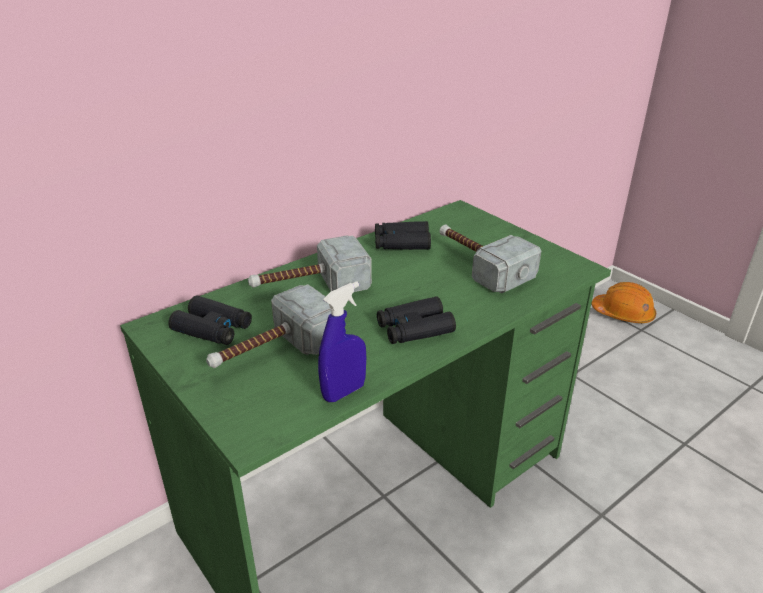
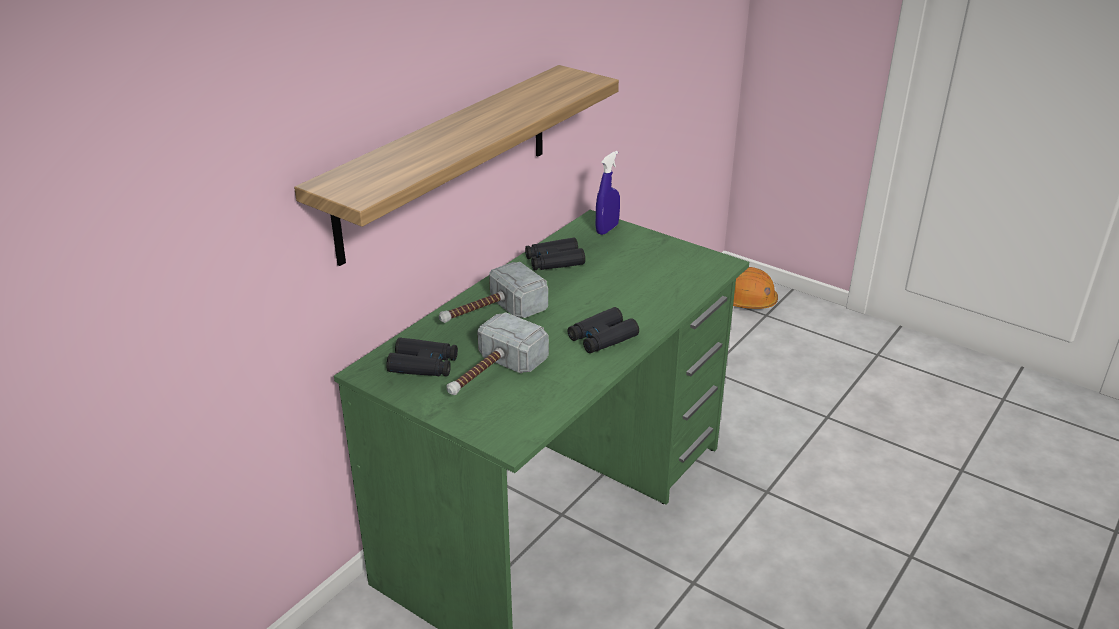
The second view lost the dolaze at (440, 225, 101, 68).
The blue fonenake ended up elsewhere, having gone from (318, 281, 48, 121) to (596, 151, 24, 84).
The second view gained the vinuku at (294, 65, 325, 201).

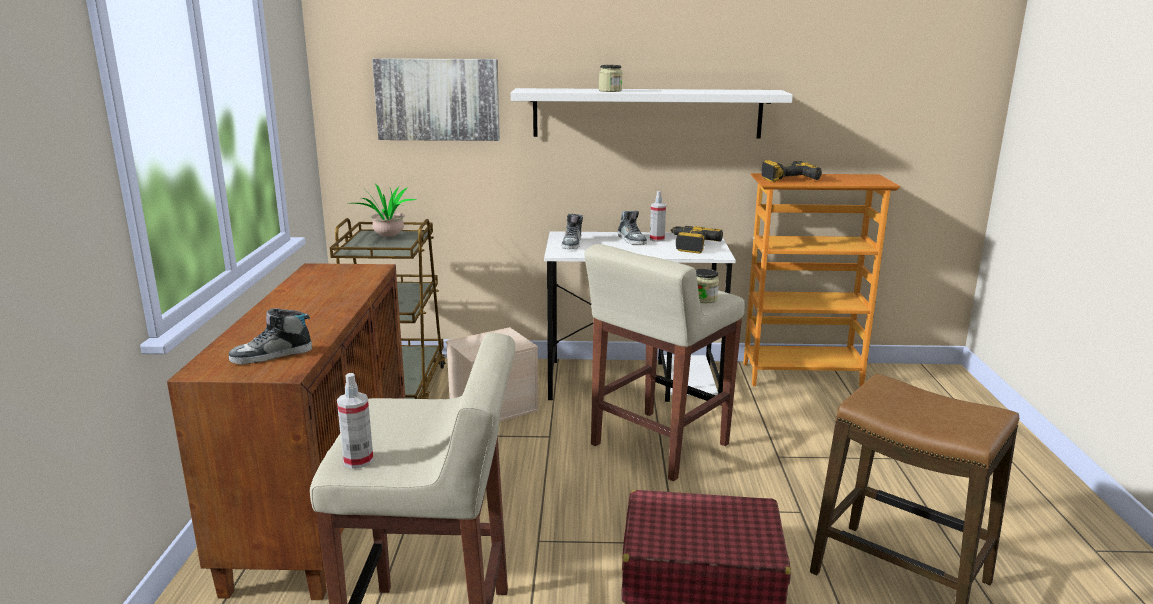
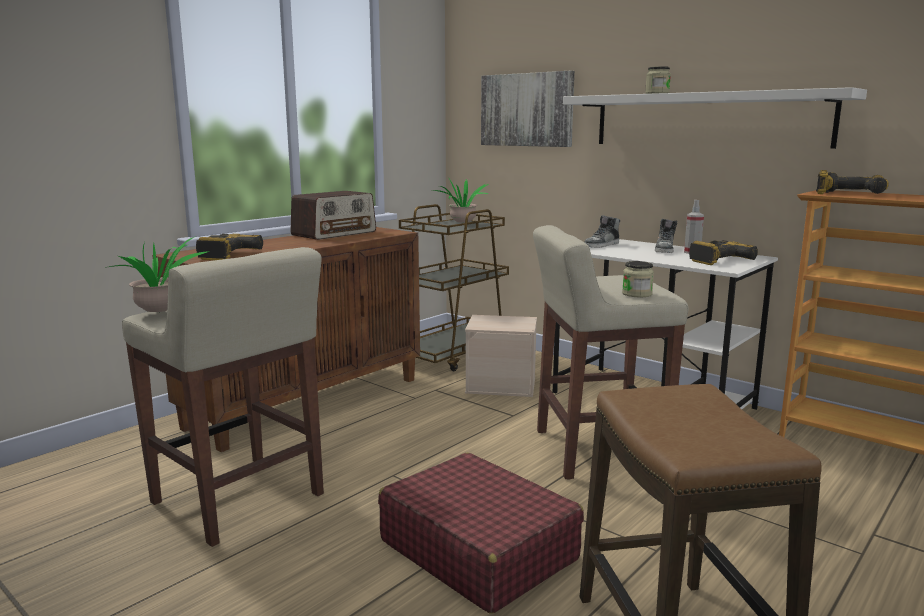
Where the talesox stood at (229, 308, 83, 57), the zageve came to stand at (196, 234, 67, 26).
Where the fonenake stood at (337, 373, 37, 95), the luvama came to stand at (105, 237, 105, 75).
The second view gained the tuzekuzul at (290, 191, 86, 49).

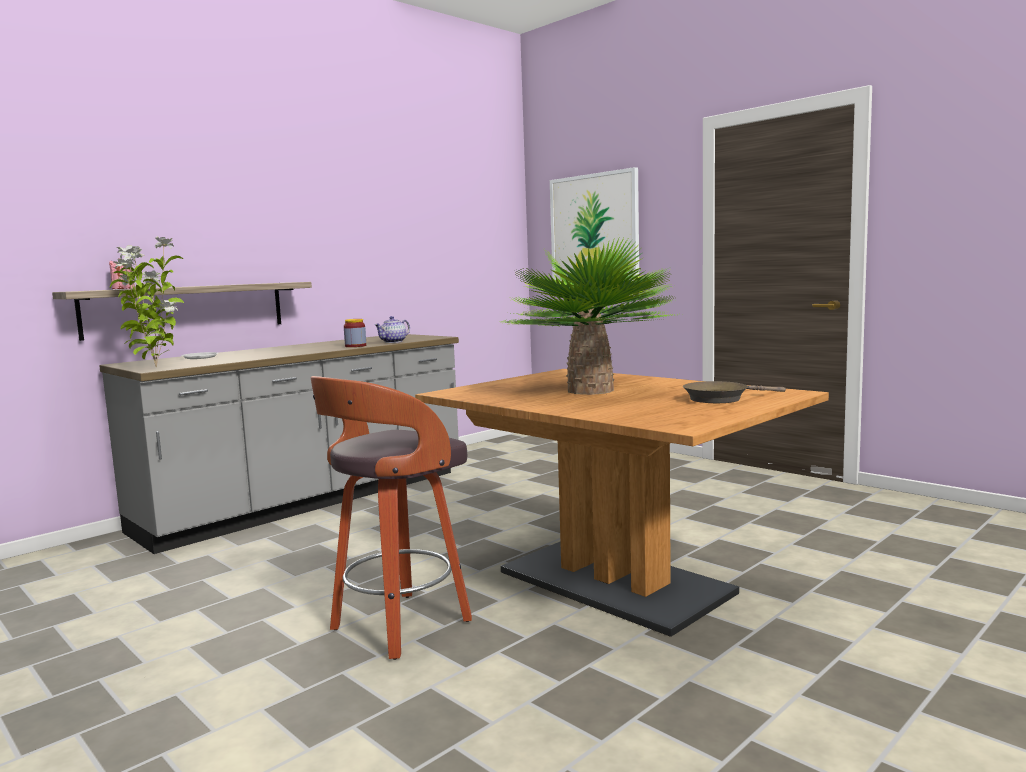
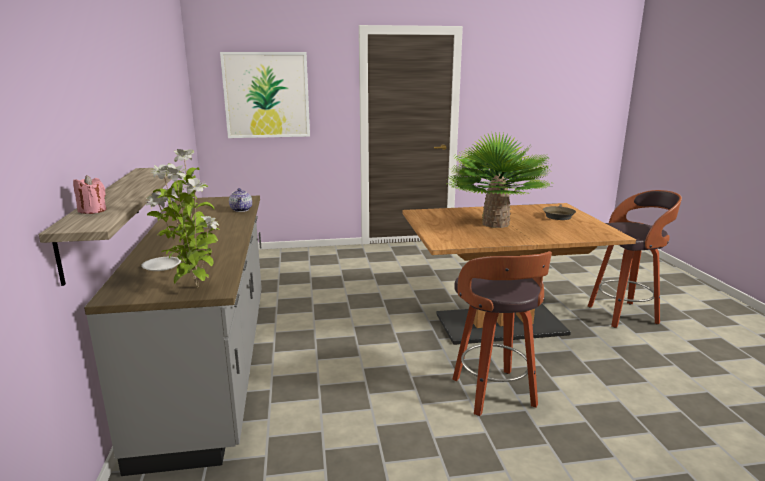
The second view lost the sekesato at (344, 319, 22, 28).
The second view gained the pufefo at (588, 190, 94, 138).

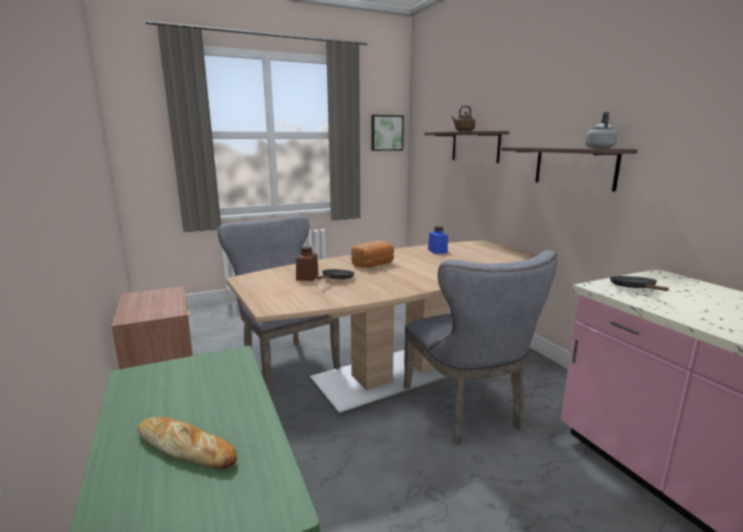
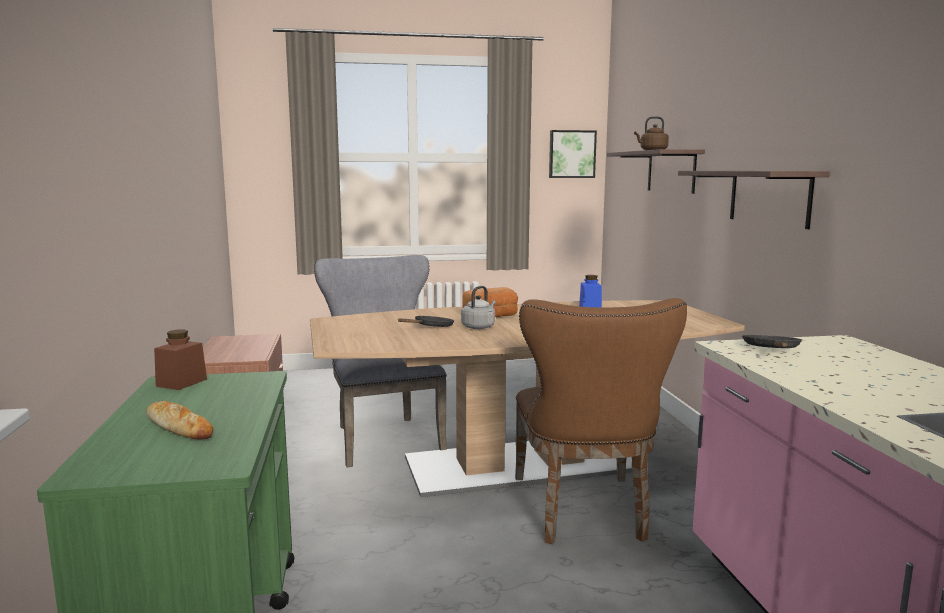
The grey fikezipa ended up elsewhere, having gone from (585, 111, 33, 38) to (461, 286, 35, 43).
The brown sekesato ended up elsewhere, having gone from (296, 246, 23, 35) to (154, 330, 53, 60).
What was the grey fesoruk at (404, 250, 153, 195) turned into the brown fesoruk at (515, 298, 172, 247).

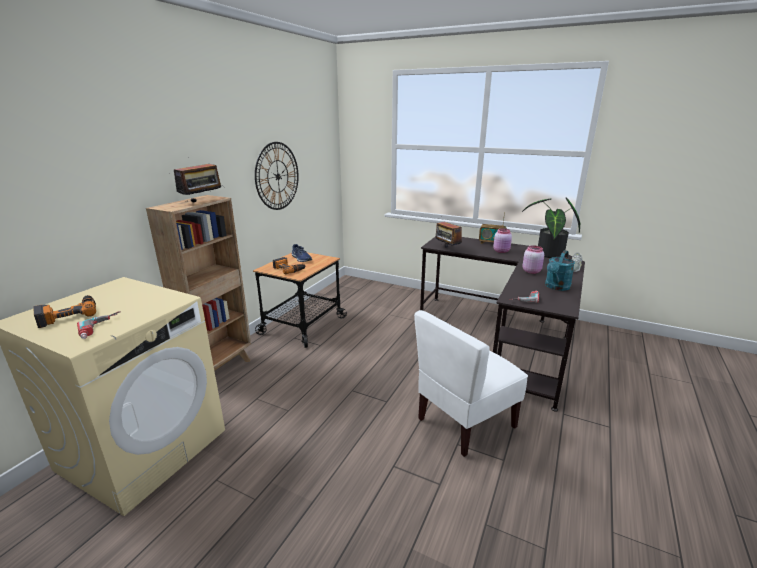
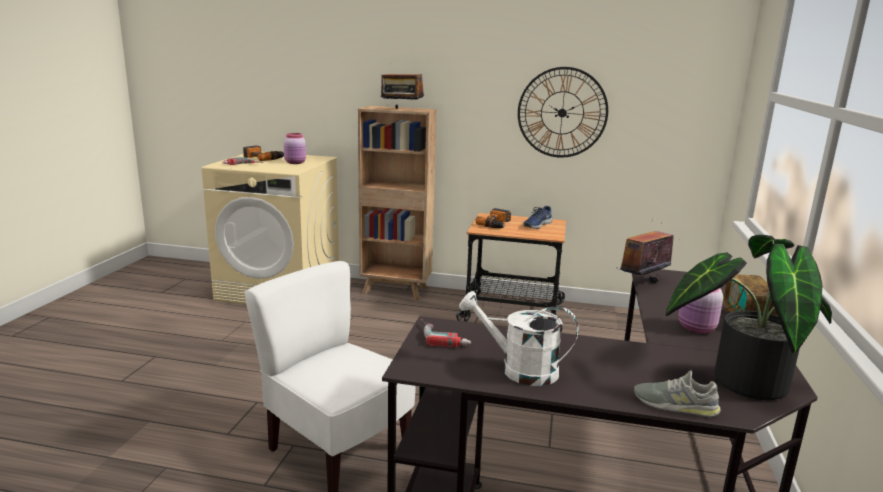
The pink sekesato ended up elsewhere, having gone from (523, 245, 21, 29) to (283, 133, 23, 31).
What was the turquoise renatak at (545, 250, 30, 41) turned into the white renatak at (459, 291, 120, 95).

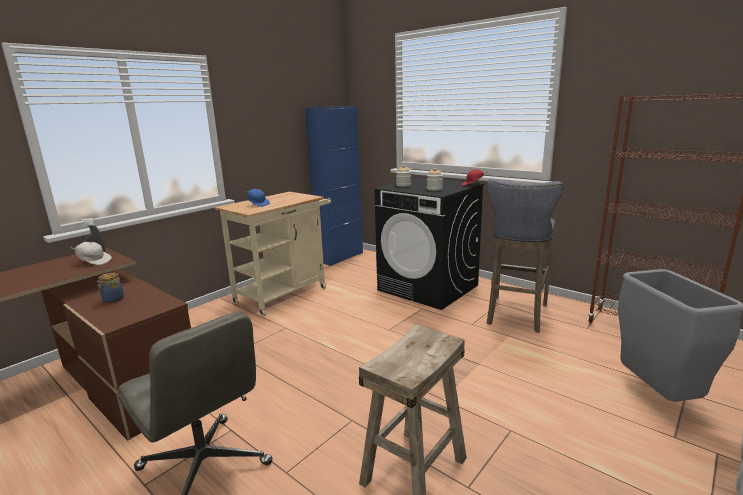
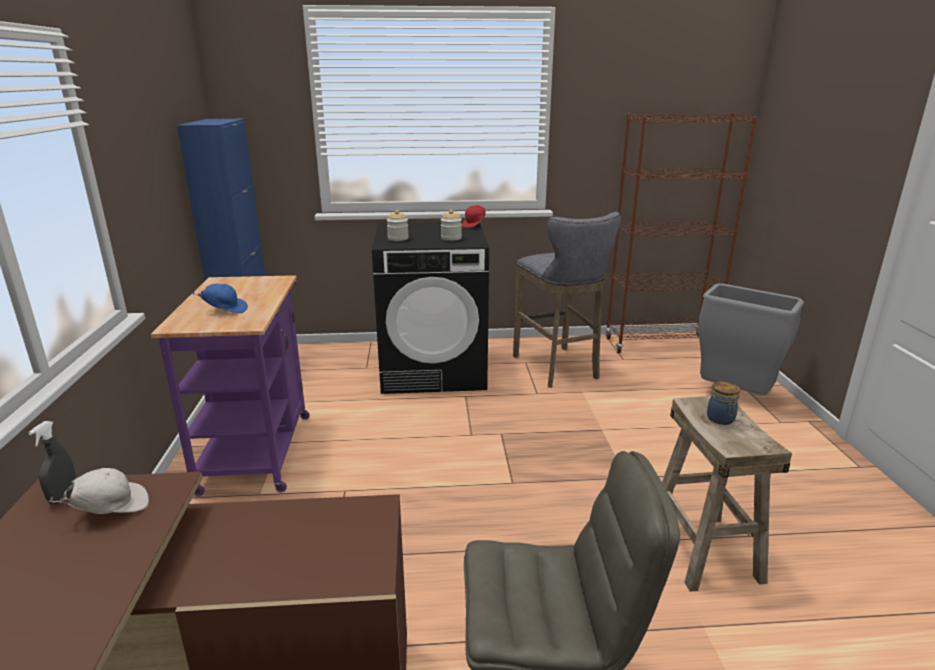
What was the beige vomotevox at (215, 192, 116, 125) turned into the purple vomotevox at (151, 275, 159, 221).
The sekesato ended up elsewhere, having gone from (96, 273, 28, 30) to (707, 381, 33, 44).

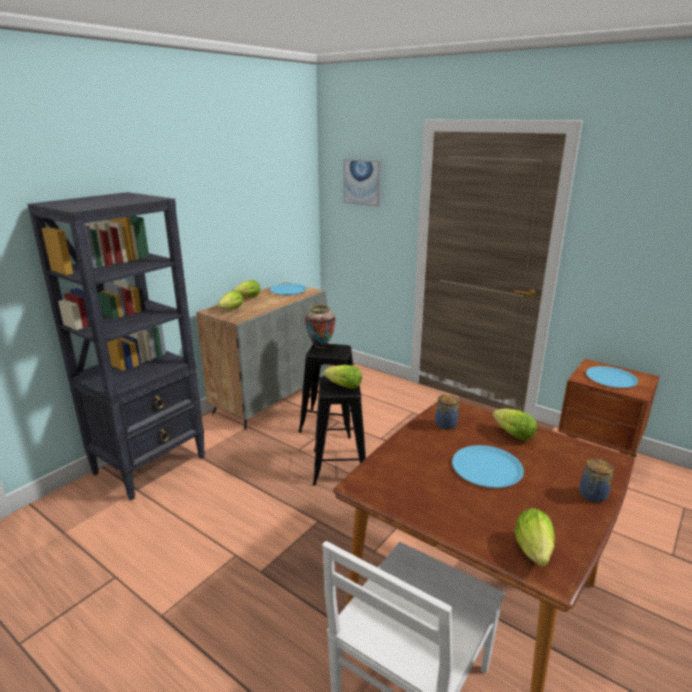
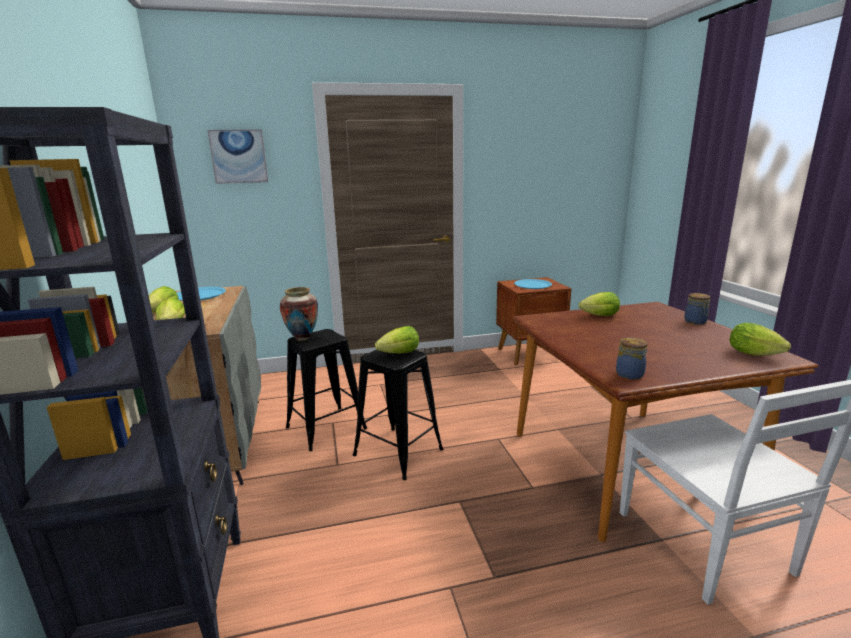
The sekesato ended up elsewhere, having gone from (435, 394, 24, 36) to (616, 337, 32, 43).
The second view lost the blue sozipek at (452, 445, 72, 43).

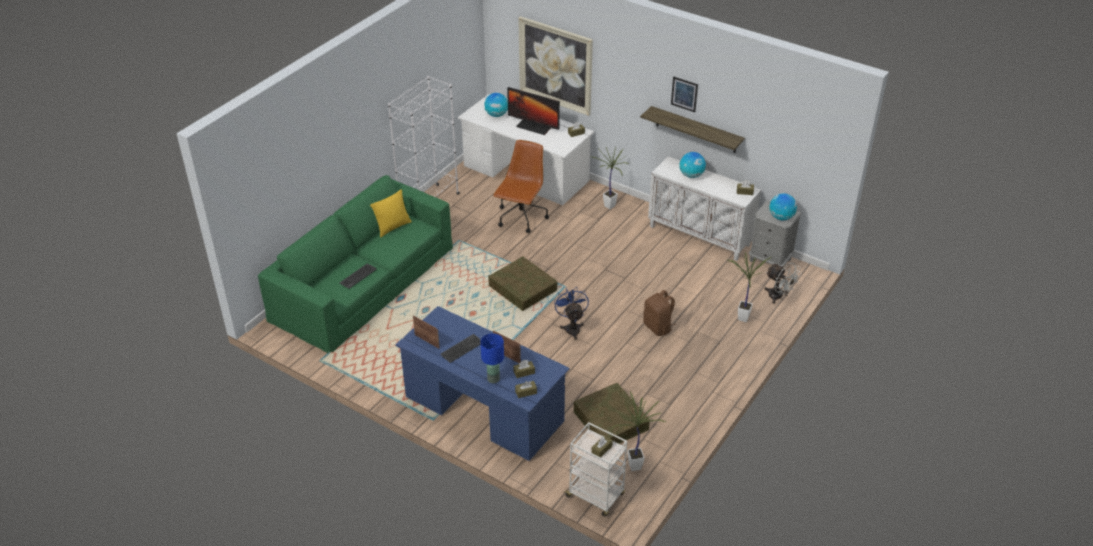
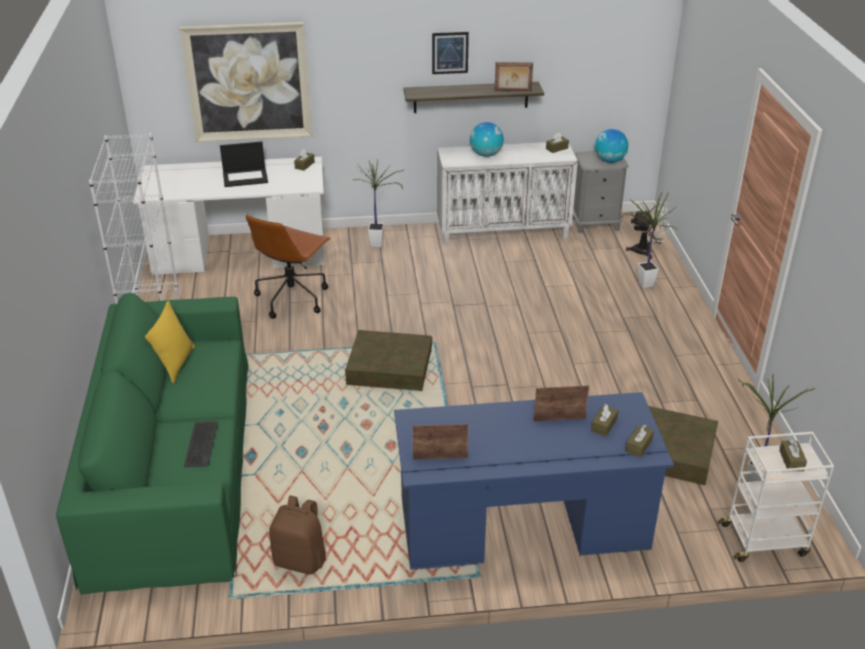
Where the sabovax stood at (507, 87, 53, 48), the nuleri came to stand at (220, 141, 48, 46).
The second view lost the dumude at (484, 93, 24, 24).
The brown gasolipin at (493, 140, 56, 93) ended up facing another way, 135 degrees counterclockwise from before.
The second view lost the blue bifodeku at (554, 287, 35, 53).
The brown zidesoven ended up elsewhere, having gone from (643, 290, 33, 46) to (269, 496, 57, 78).
The second view lost the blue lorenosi at (480, 333, 24, 50).
The second view lost the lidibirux at (440, 334, 41, 29).
The second view gained the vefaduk at (495, 62, 38, 29).

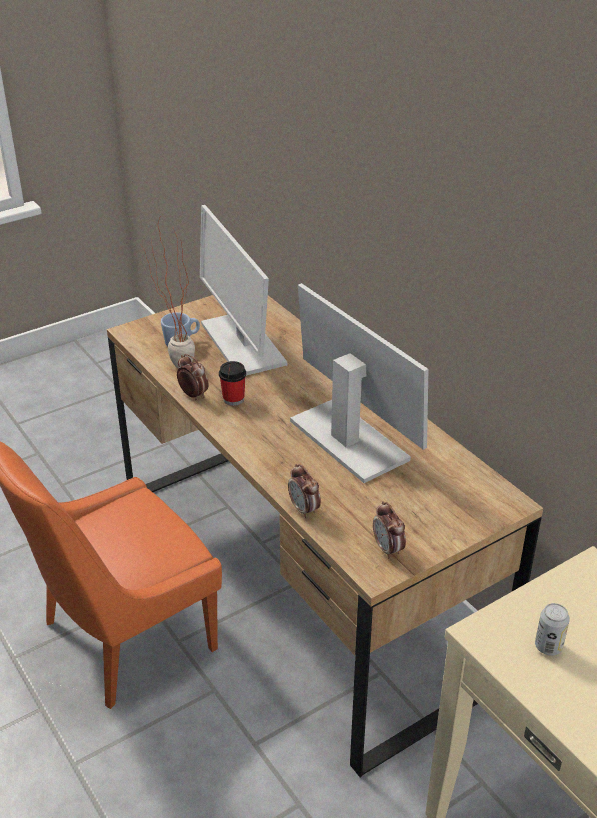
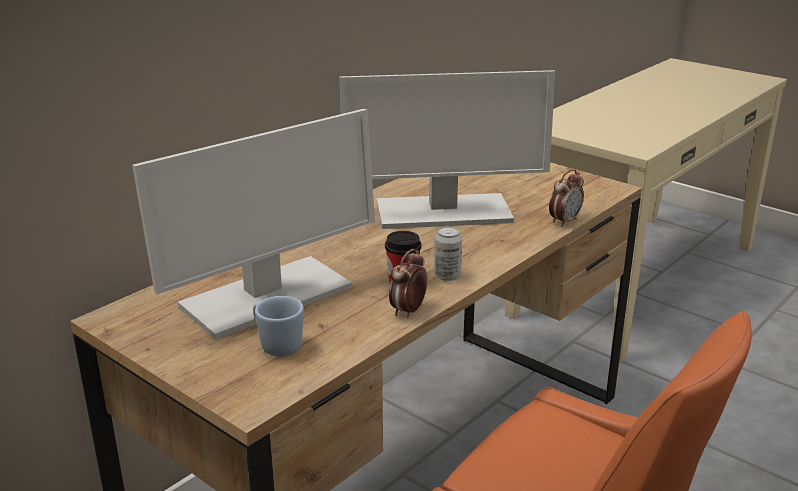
The second view lost the luvama at (141, 218, 54, 151).
The sabovax at (290, 283, 138, 200) ended up facing another way, 135 degrees counterclockwise from before.
The second view lost the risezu at (373, 501, 33, 58).
The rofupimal ended up elsewhere, having gone from (535, 603, 35, 53) to (434, 226, 28, 55).

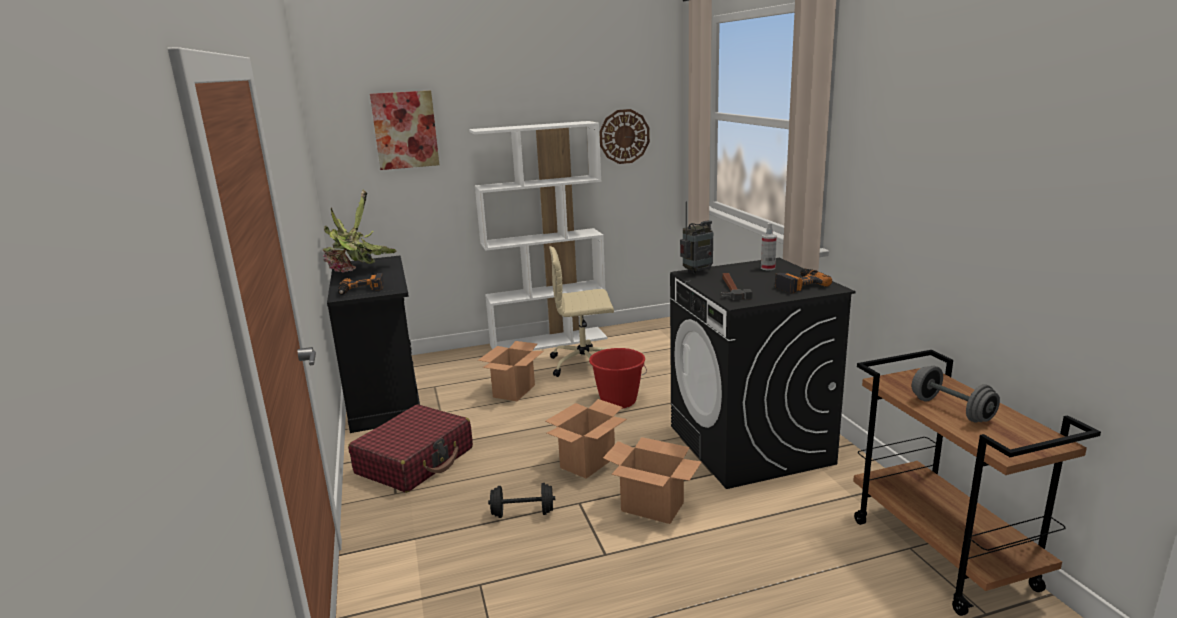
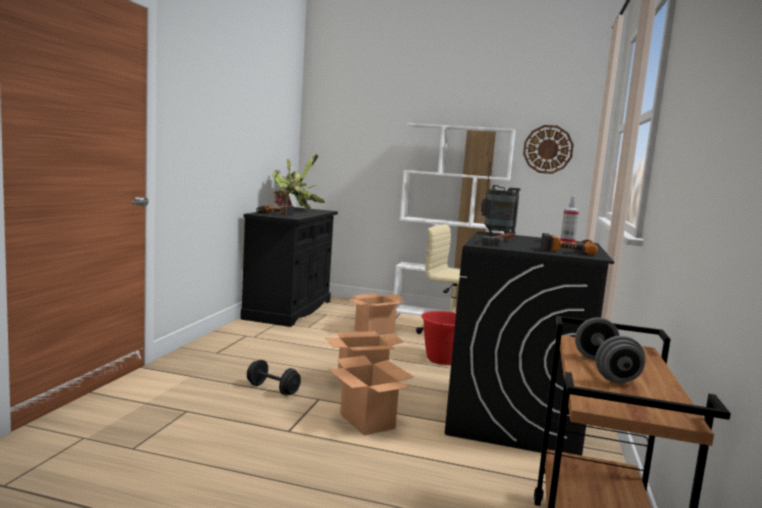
The second view lost the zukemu at (370, 90, 69, 80).
The second view lost the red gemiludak at (348, 405, 125, 88).

